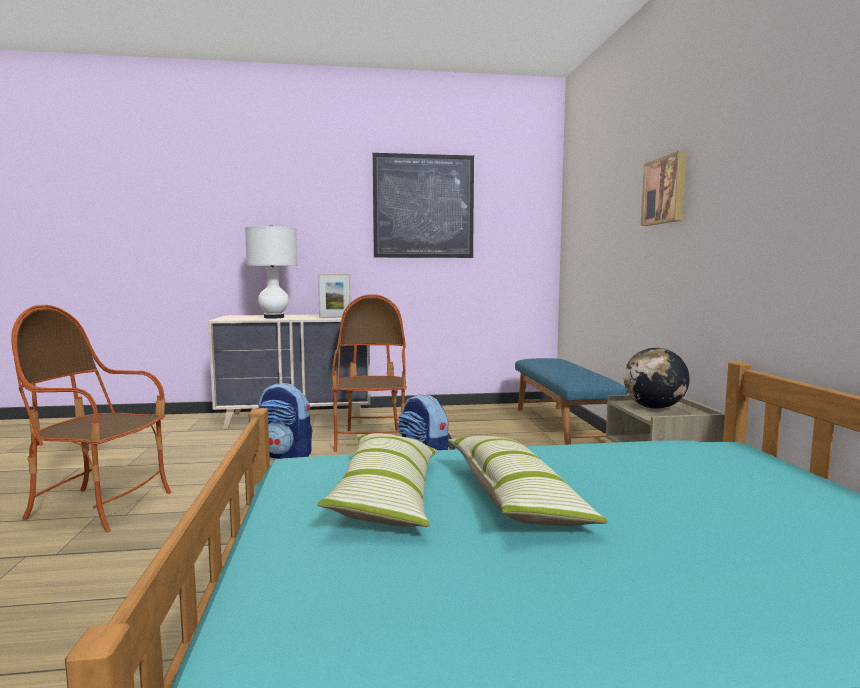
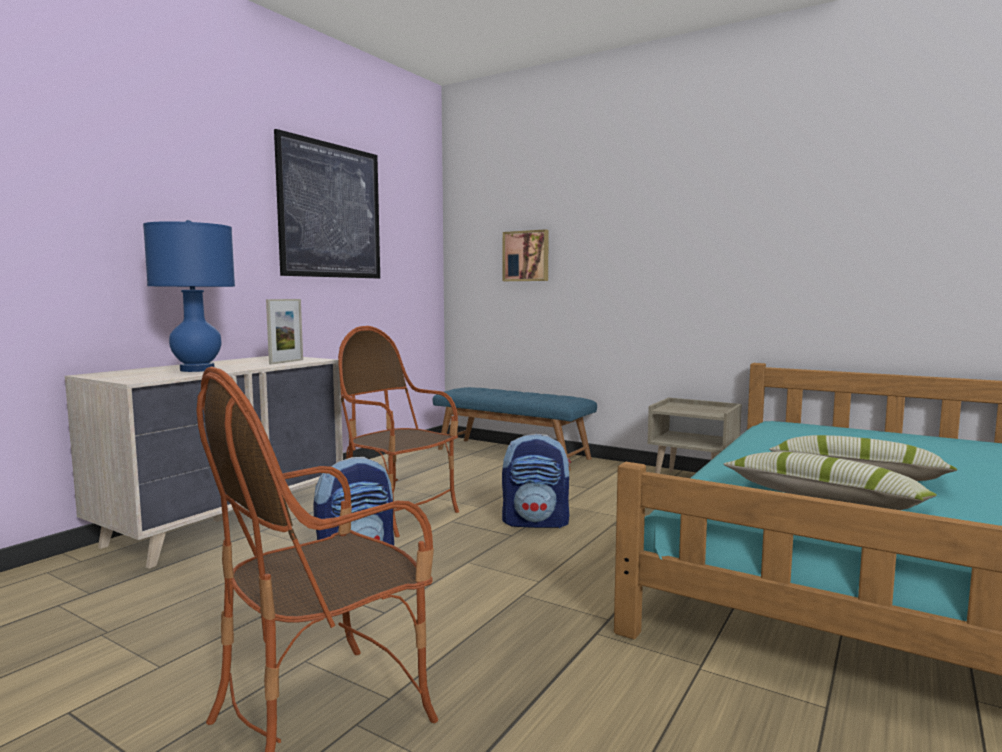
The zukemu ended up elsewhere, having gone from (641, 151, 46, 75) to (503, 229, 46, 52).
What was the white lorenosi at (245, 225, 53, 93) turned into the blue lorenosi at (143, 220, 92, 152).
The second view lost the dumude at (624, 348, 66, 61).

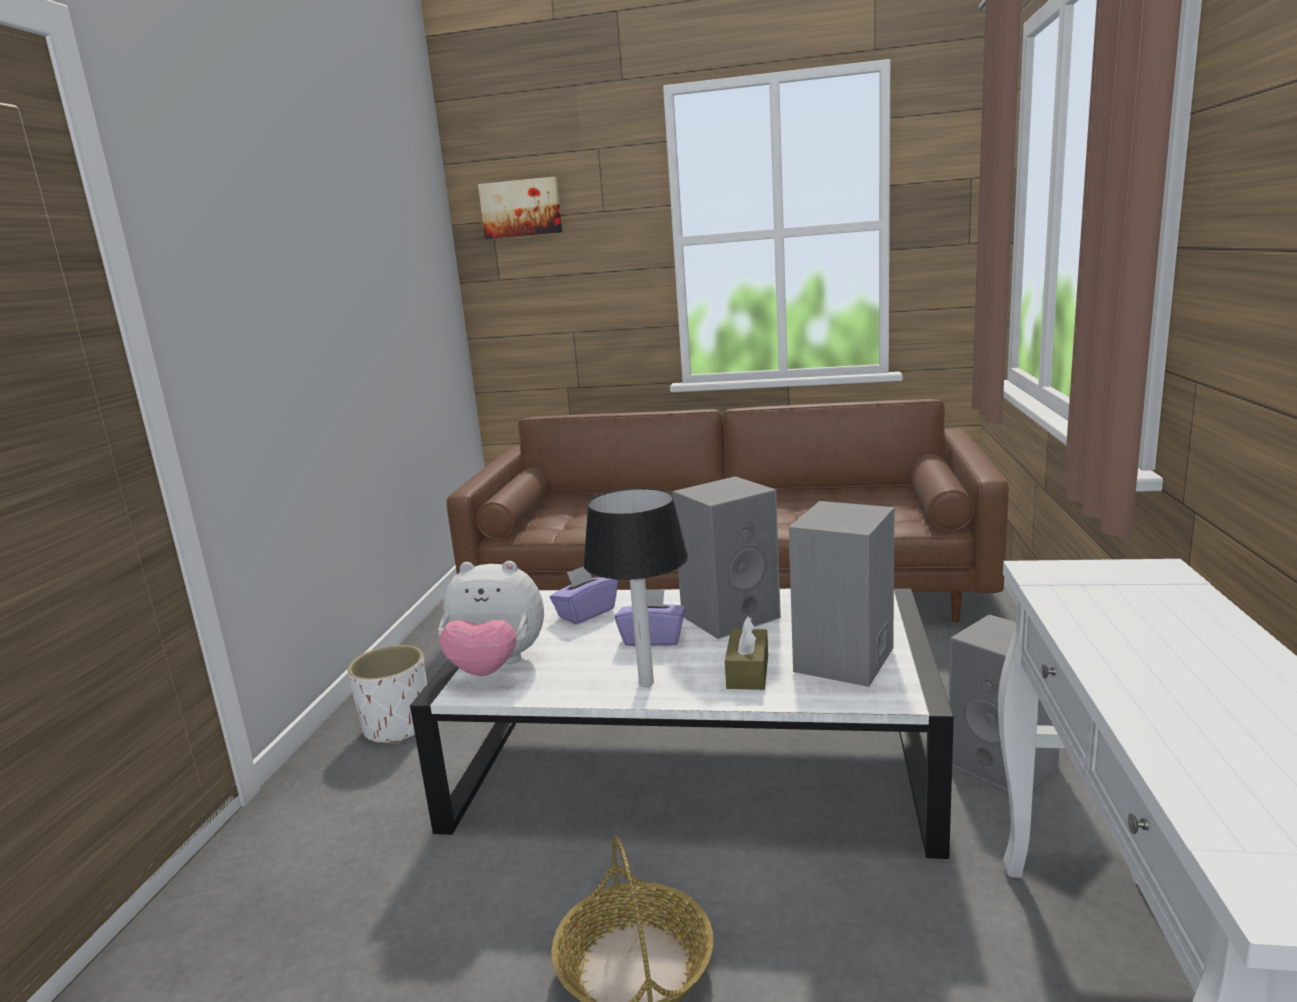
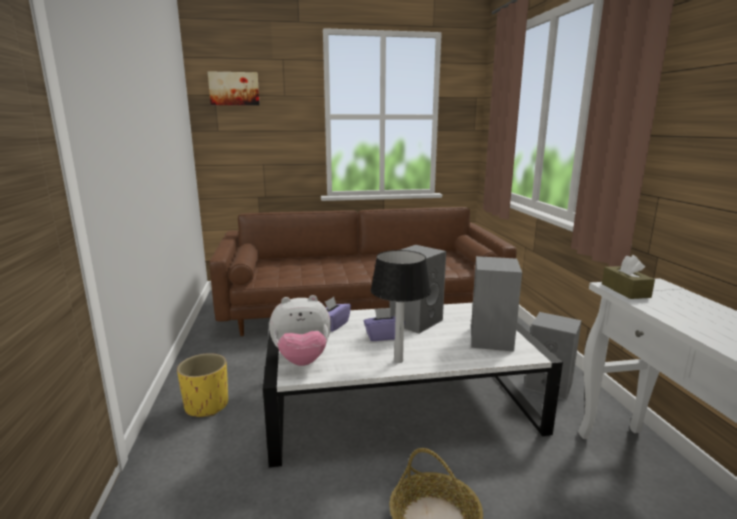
The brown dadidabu ended up elsewhere, having gone from (725, 617, 43, 73) to (602, 255, 53, 44).
What was the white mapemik at (347, 645, 80, 99) turned into the yellow mapemik at (177, 353, 51, 64).

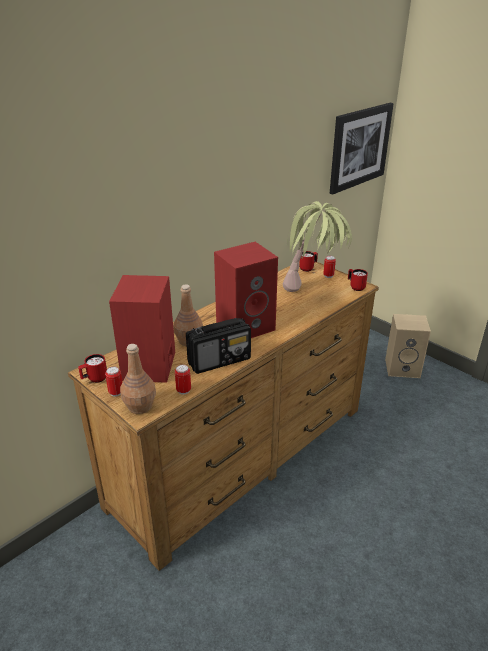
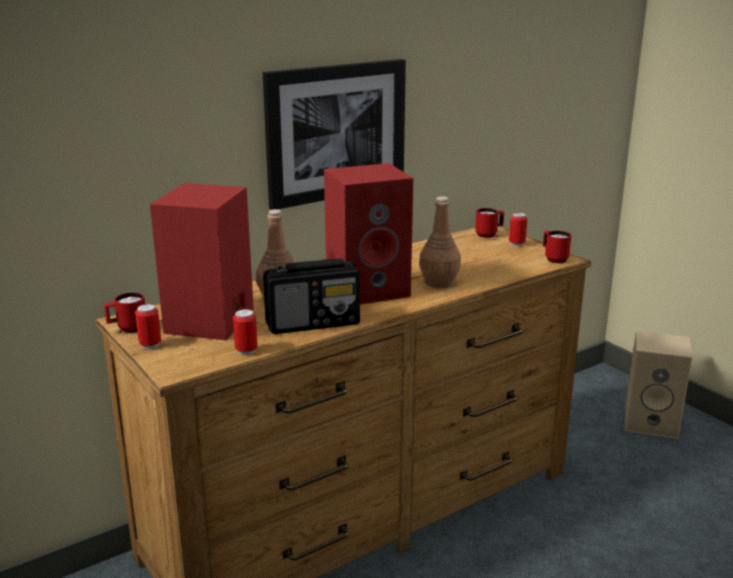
The zukemu ended up elsewhere, having gone from (330, 103, 64, 91) to (263, 59, 143, 151).
The second view lost the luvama at (283, 201, 69, 91).
The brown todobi ended up elsewhere, having gone from (120, 344, 36, 70) to (419, 196, 42, 92).

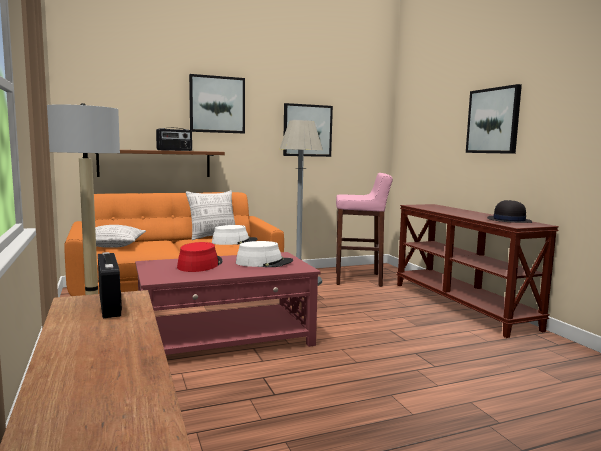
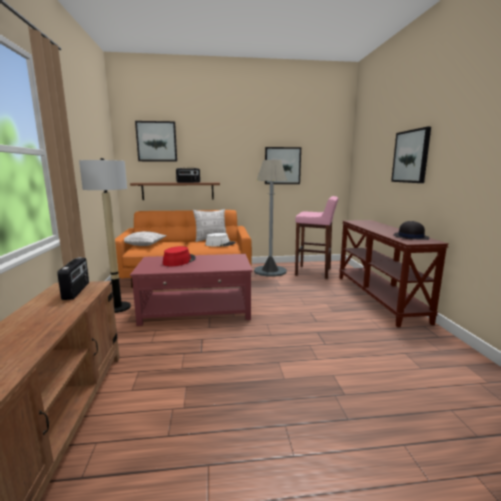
The zukemu ended up elsewhere, having gone from (189, 74, 56, 59) to (135, 121, 42, 40).
The second view lost the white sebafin at (236, 241, 57, 26).

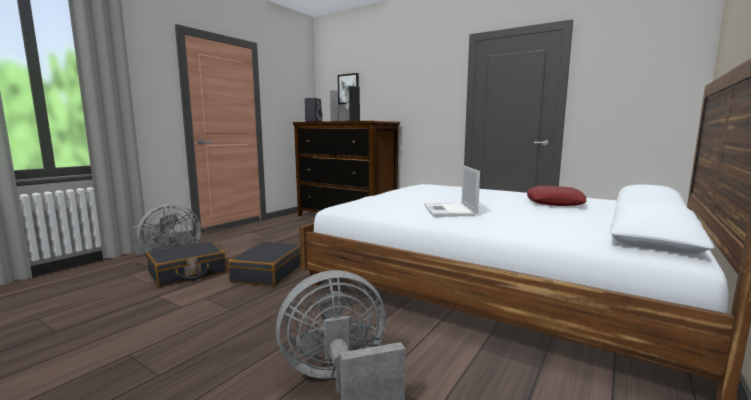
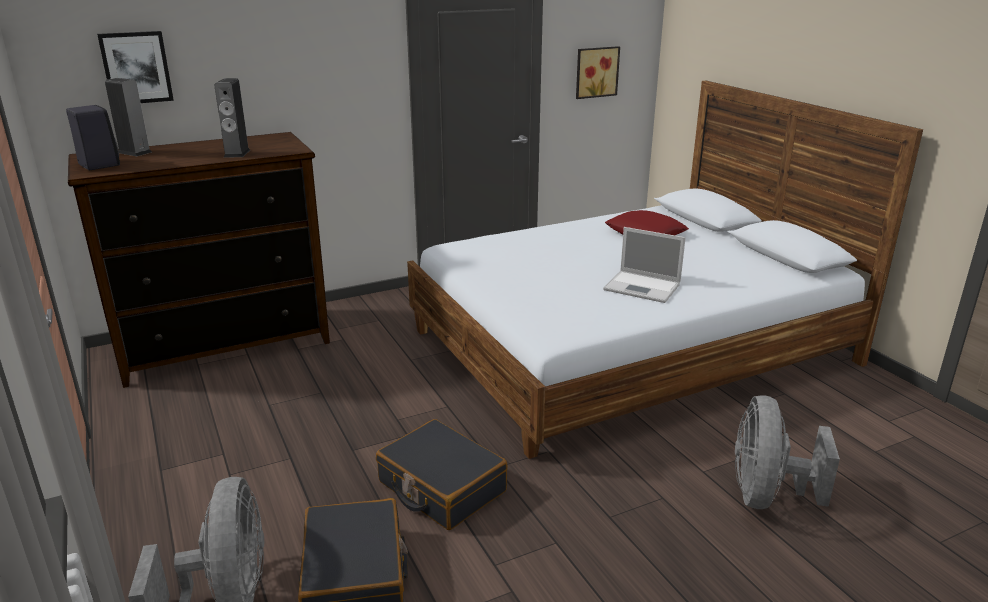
The second view gained the zukemu at (576, 46, 44, 53).

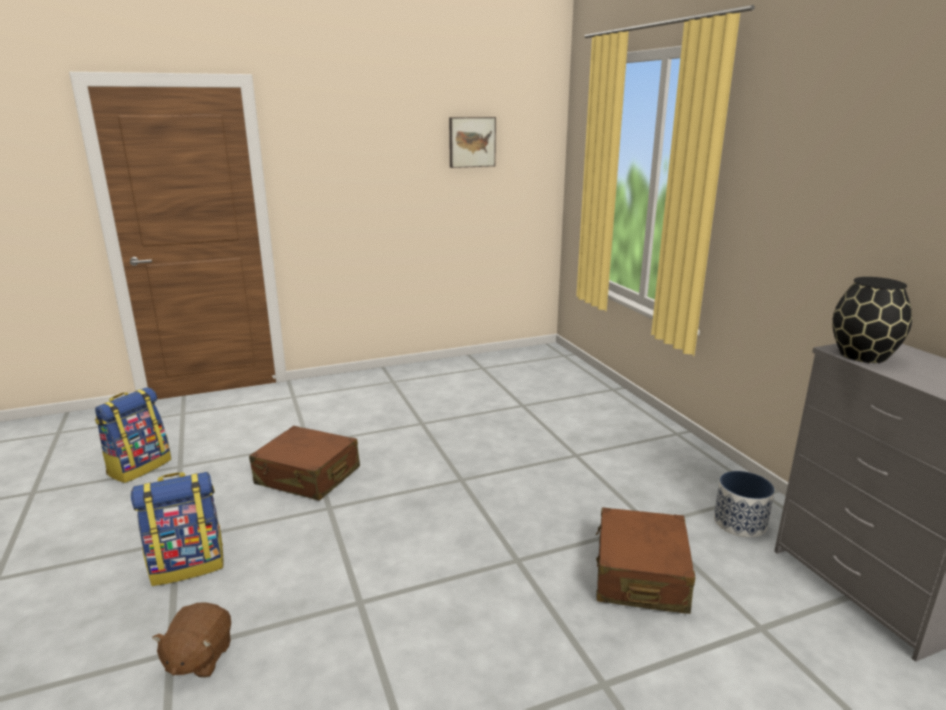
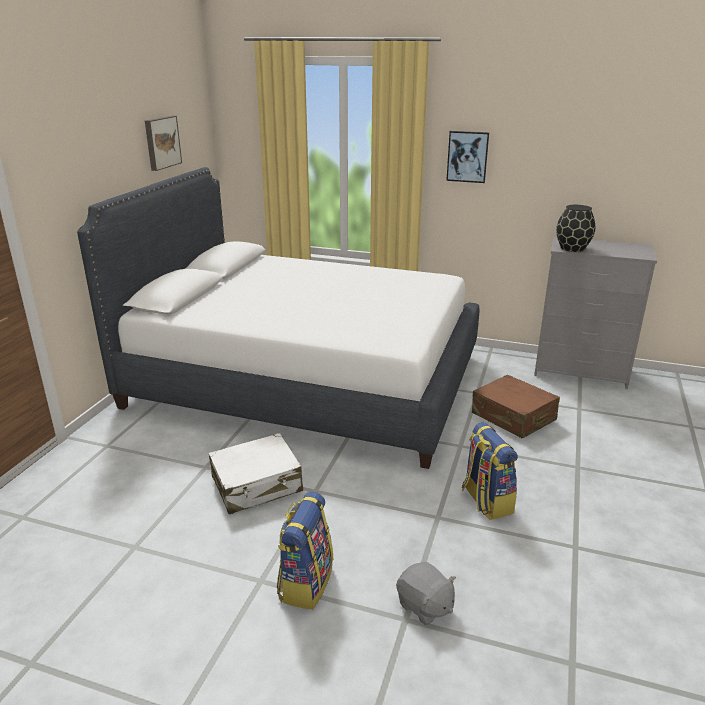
The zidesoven ended up elsewhere, having gone from (95, 387, 76, 96) to (462, 422, 56, 98).
What was the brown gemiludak at (249, 426, 111, 75) turned into the white gemiludak at (209, 433, 94, 81).
The second view lost the mapemik at (714, 471, 60, 66).
What was the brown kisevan at (152, 602, 79, 76) turned into the grey kisevan at (396, 562, 60, 63).
The second view gained the zukemu at (446, 131, 43, 52).
The second view gained the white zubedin at (77, 167, 402, 302).

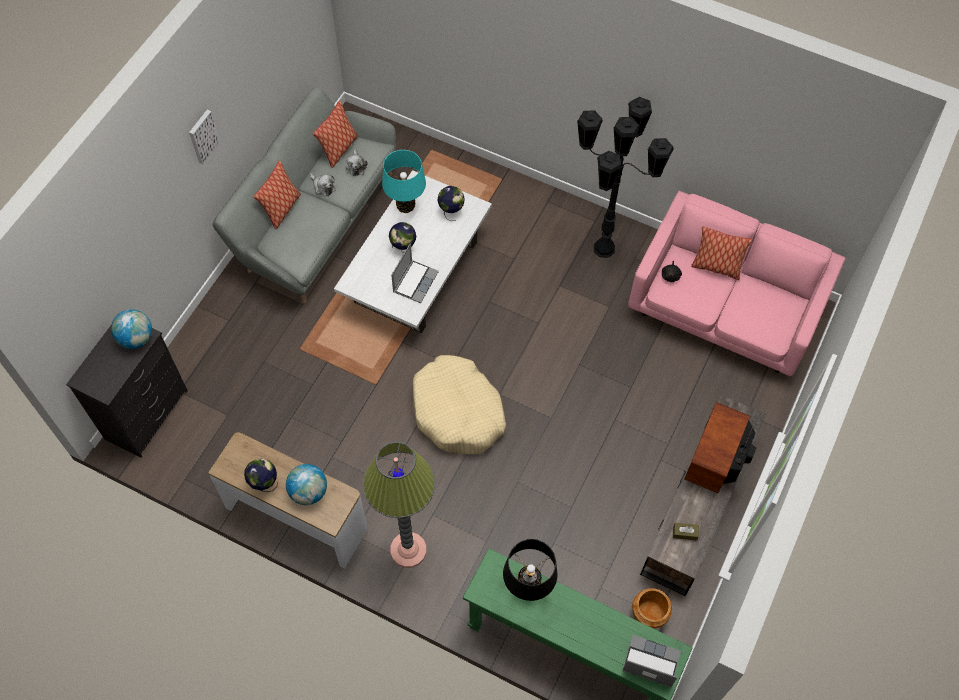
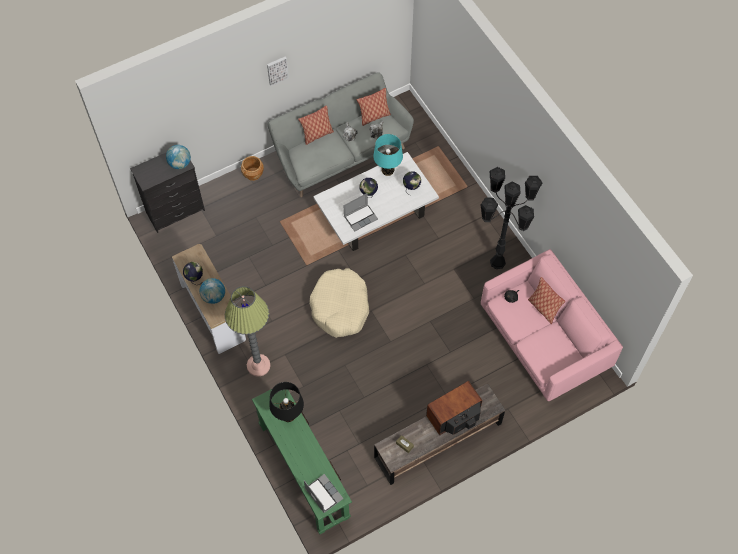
The brown mapemik ended up elsewhere, having gone from (632, 588, 40, 41) to (241, 156, 23, 25).

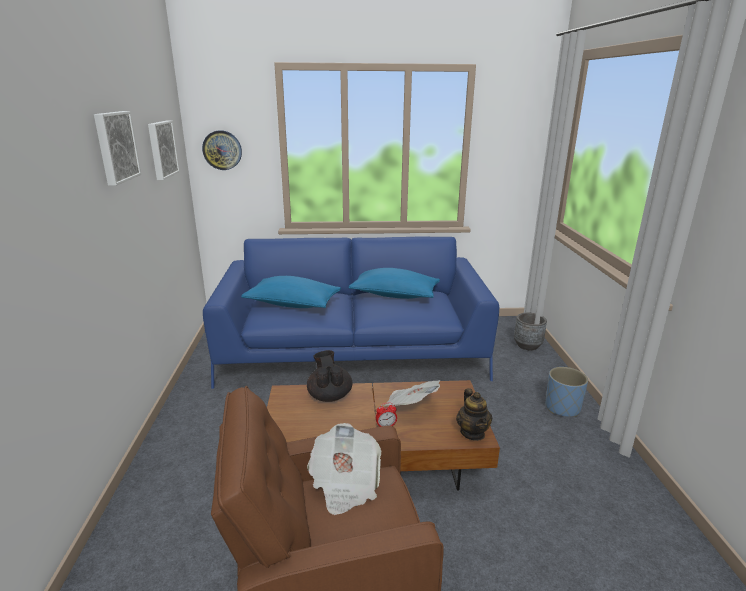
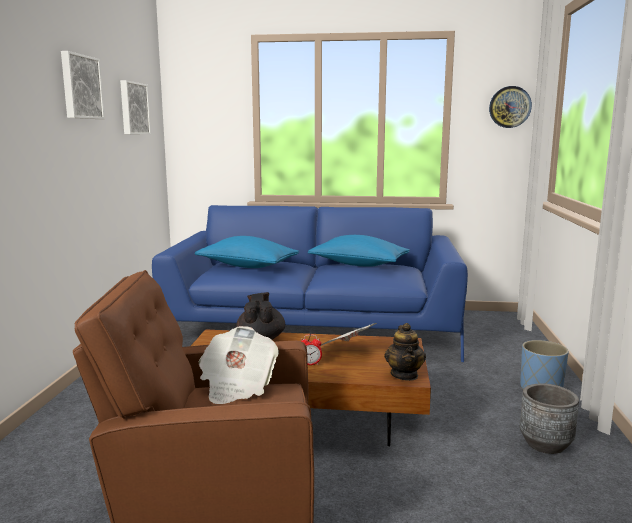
The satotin ended up elsewhere, having gone from (202, 130, 40, 40) to (489, 86, 43, 42).
The grey mapemik ended up elsewhere, having gone from (514, 312, 33, 38) to (520, 383, 59, 71).

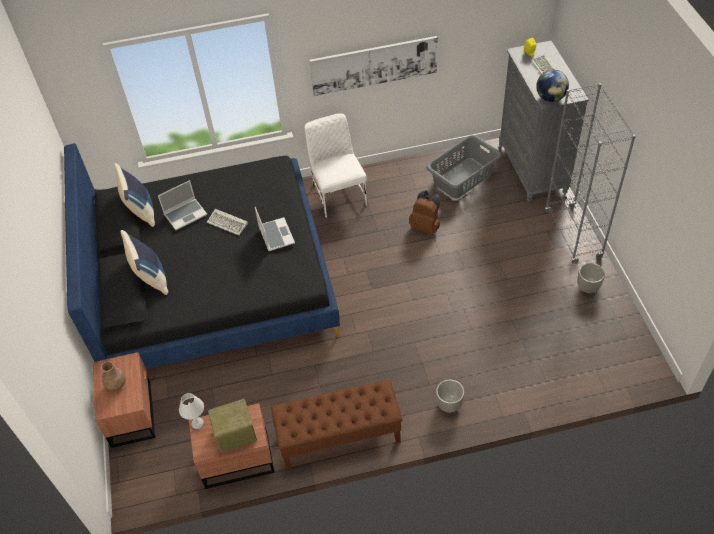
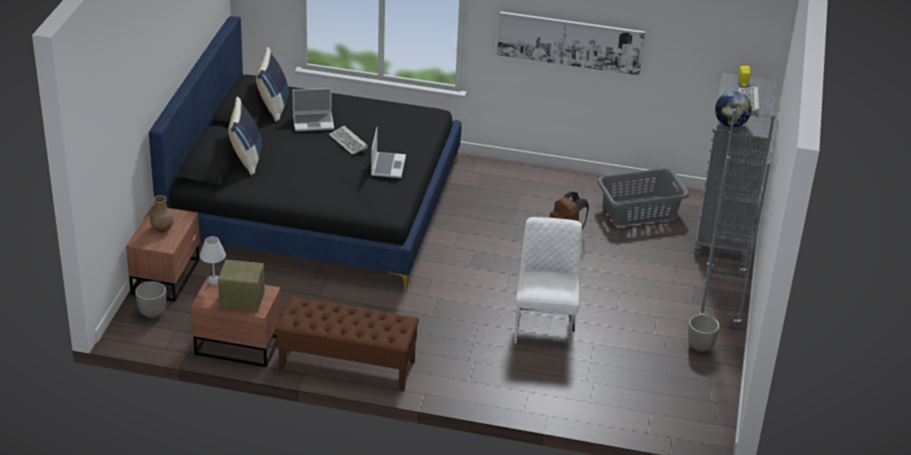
The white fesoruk ended up elsewhere, having gone from (304, 113, 63, 105) to (514, 217, 68, 131).
The mapemik ended up elsewhere, having gone from (436, 380, 29, 33) to (135, 281, 31, 37).

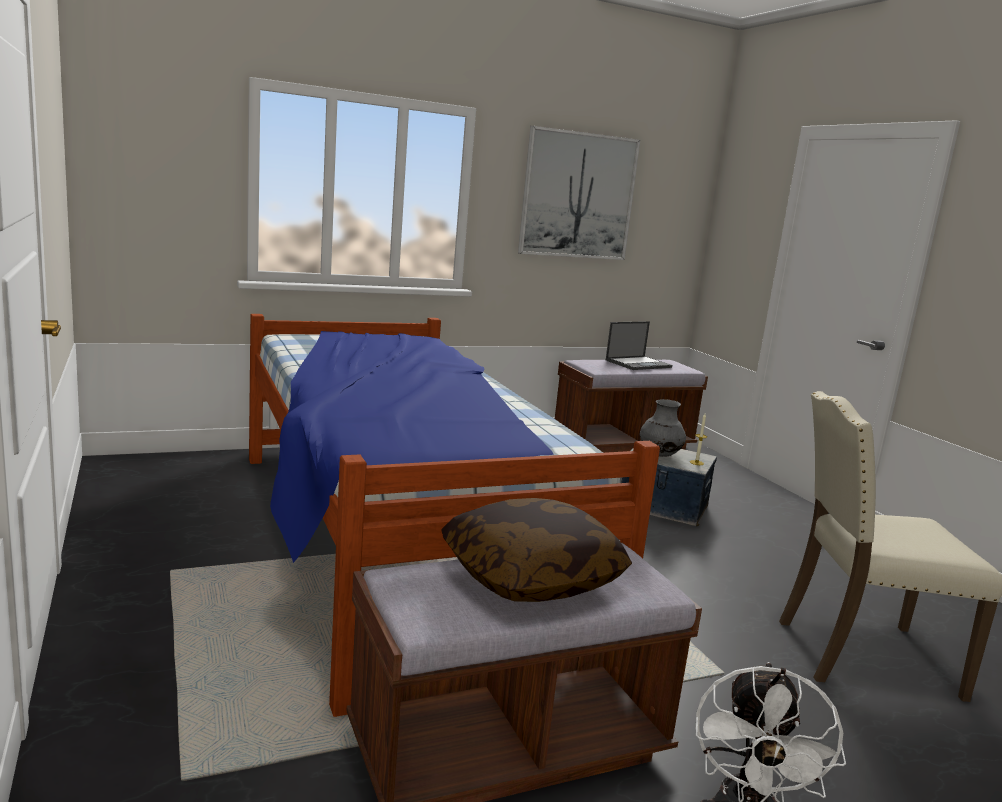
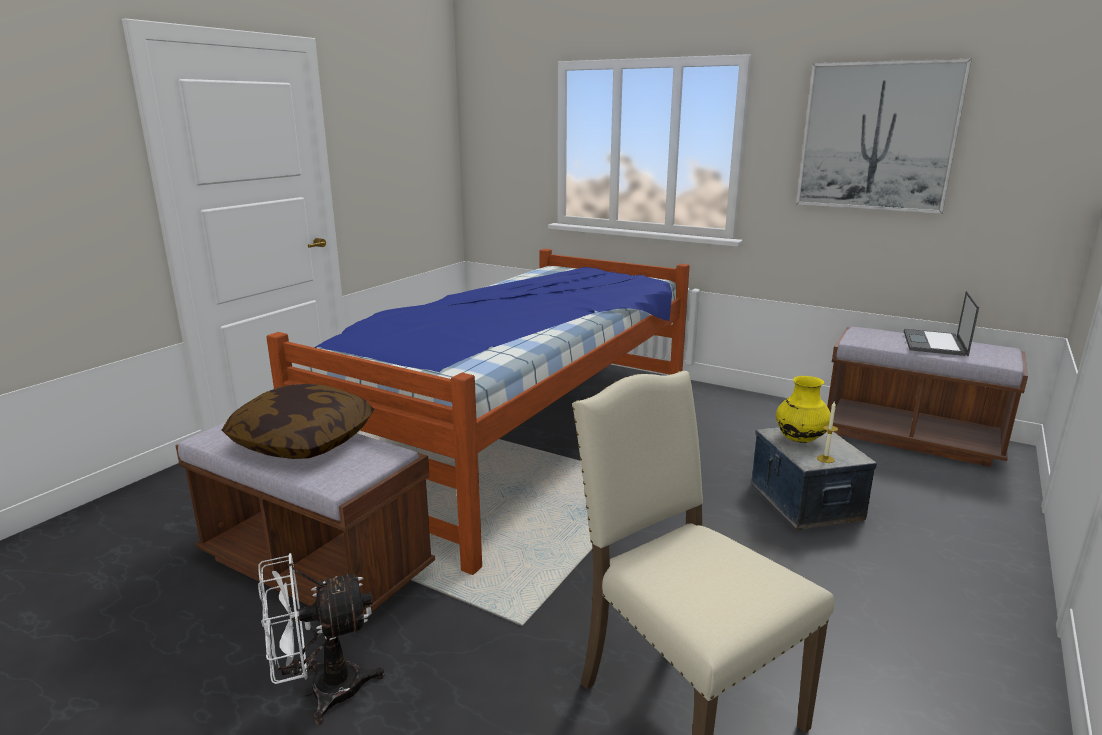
The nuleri at (606, 321, 66, 49) ended up facing another way, 90 degrees clockwise from before.
What was the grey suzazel at (640, 399, 46, 58) turned into the yellow suzazel at (776, 376, 55, 67).

